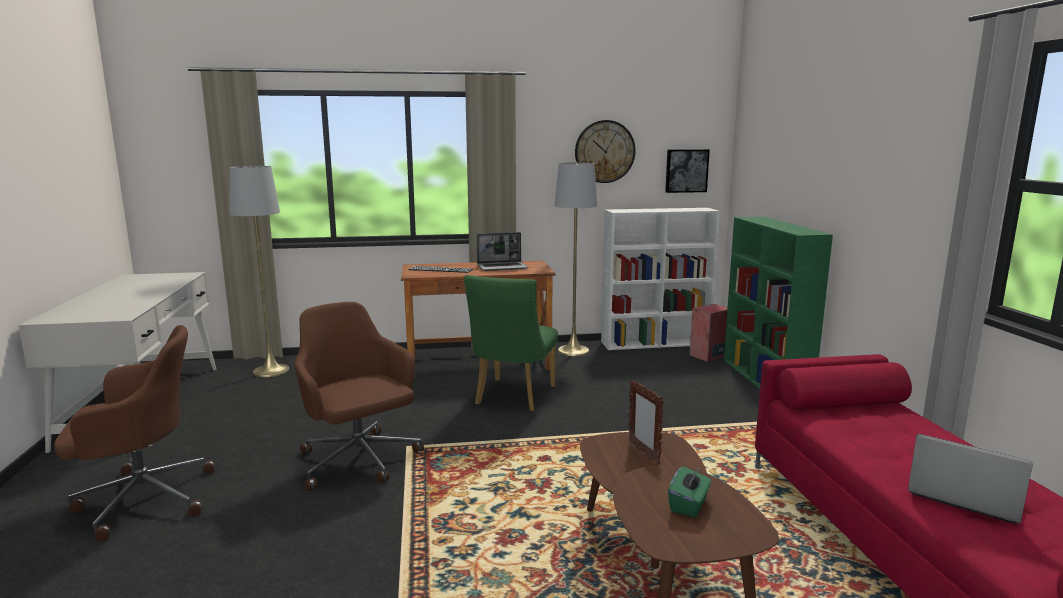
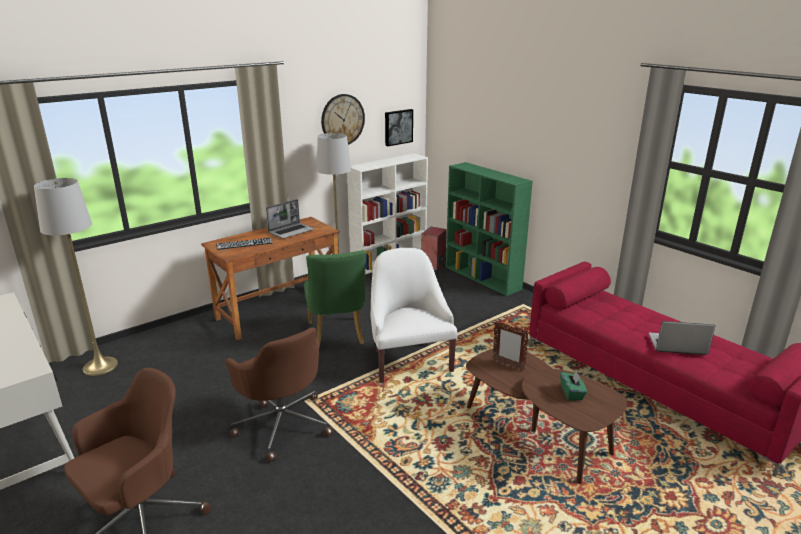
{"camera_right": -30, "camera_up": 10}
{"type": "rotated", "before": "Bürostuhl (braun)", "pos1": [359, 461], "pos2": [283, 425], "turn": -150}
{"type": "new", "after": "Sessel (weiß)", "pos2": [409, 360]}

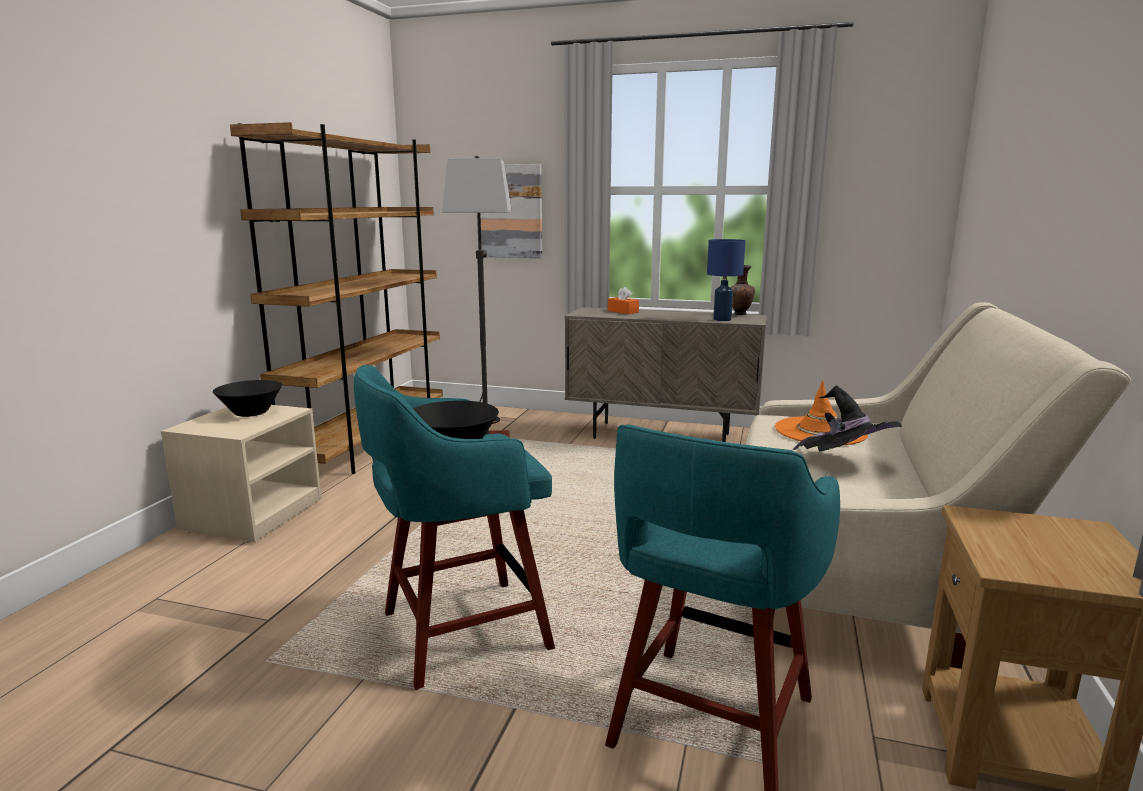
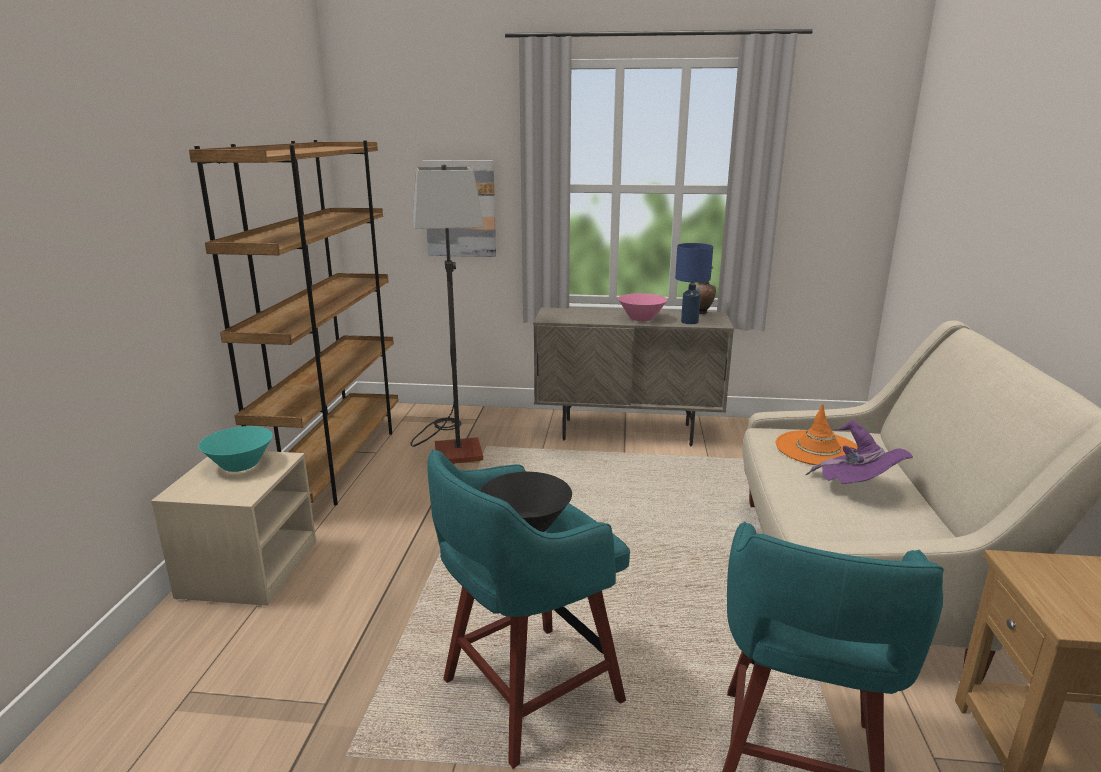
{"camera_right": -10, "camera_up": 5}
{"type": "repainted", "before": "Schüssel (schwarz)", "after": "Schüssel (türkis)", "pos1": [251, 413], "pos2": [240, 465]}
{"type": "gone", "before": "Taschentuchbox (orange)", "pos1": [623, 311]}
{"type": "repainted", "before": "Hut (schwarz)", "after": "Hut (lila)", "pos1": [845, 463], "pos2": [858, 489]}
{"type": "new", "after": "Schüssel (rosa)", "pos2": [641, 319]}

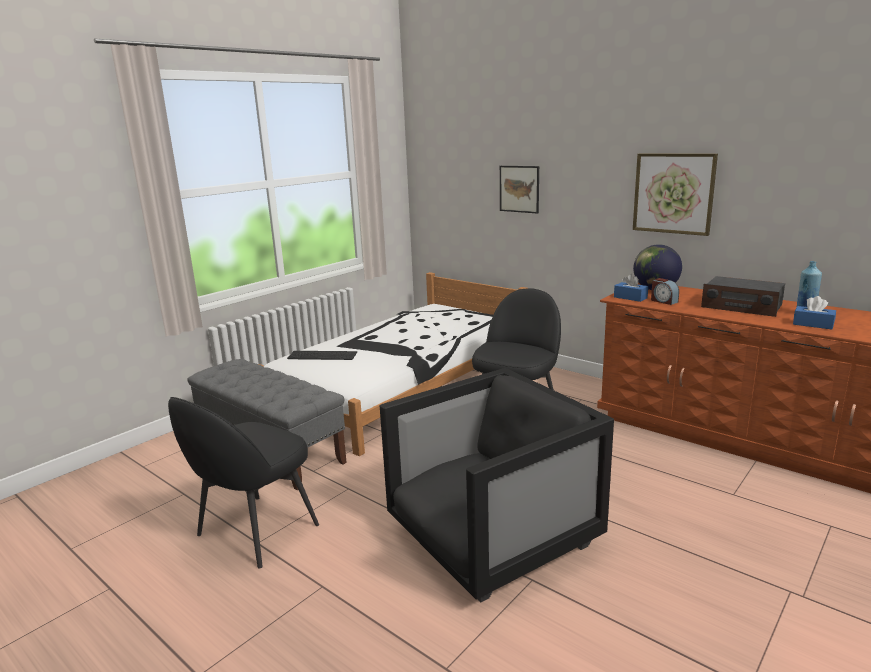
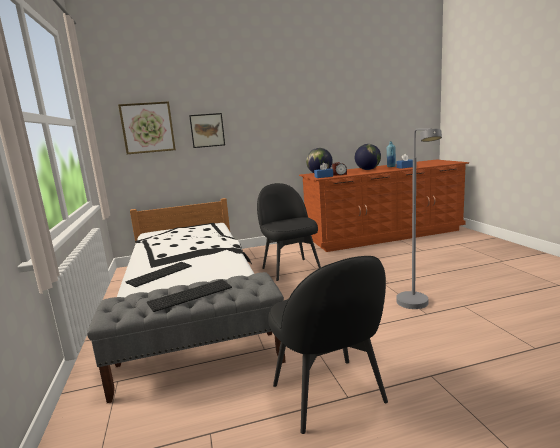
{"camera_right": -55, "camera_up": -5}
{"type": "swapped", "before": "Sessel (schwarz)", "after": "Stehlampe (grau)", "pos1": [492, 538], "pos2": [416, 306]}
{"type": "shifted", "before": "Bild", "pos1": [673, 193], "pos2": [147, 128]}
{"type": "swapped", "before": "Radio", "after": "Globus", "pos1": [742, 306], "pos2": [368, 169]}
{"type": "new", "after": "Tastatur", "pos2": [190, 294]}

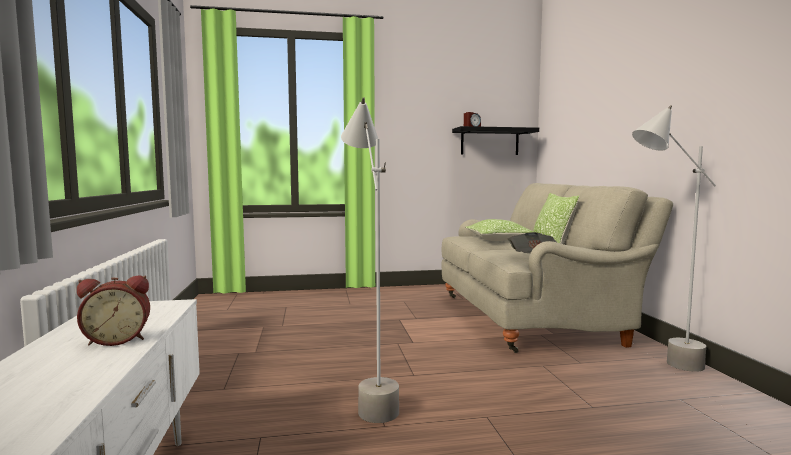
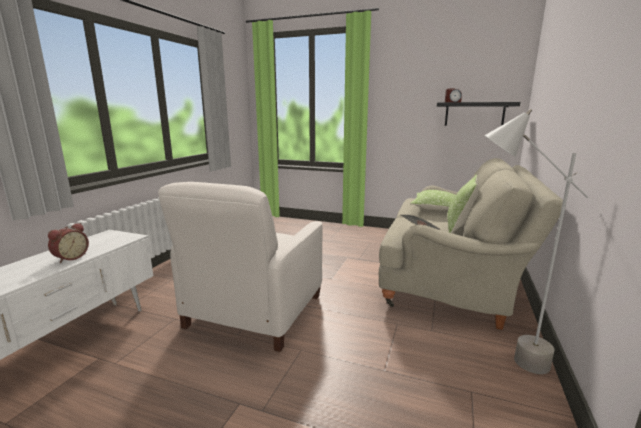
{"camera_right": 30, "camera_up": 10}
{"type": "rotated", "before": "Wecker", "pos1": [118, 340], "pos2": [70, 257], "turn": -75}
{"type": "swapped", "before": "Stehlampe (grau)", "after": "Sessel (weiß)", "pos1": [370, 397], "pos2": [254, 312]}

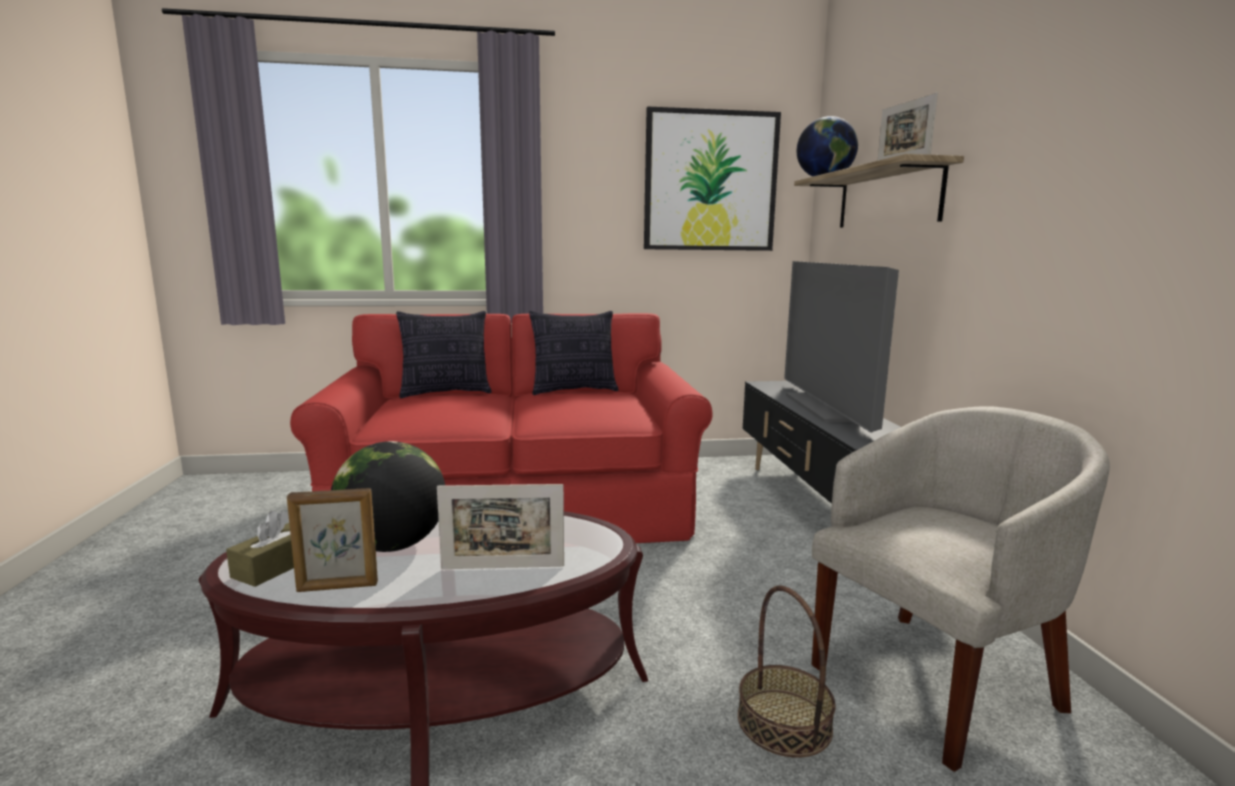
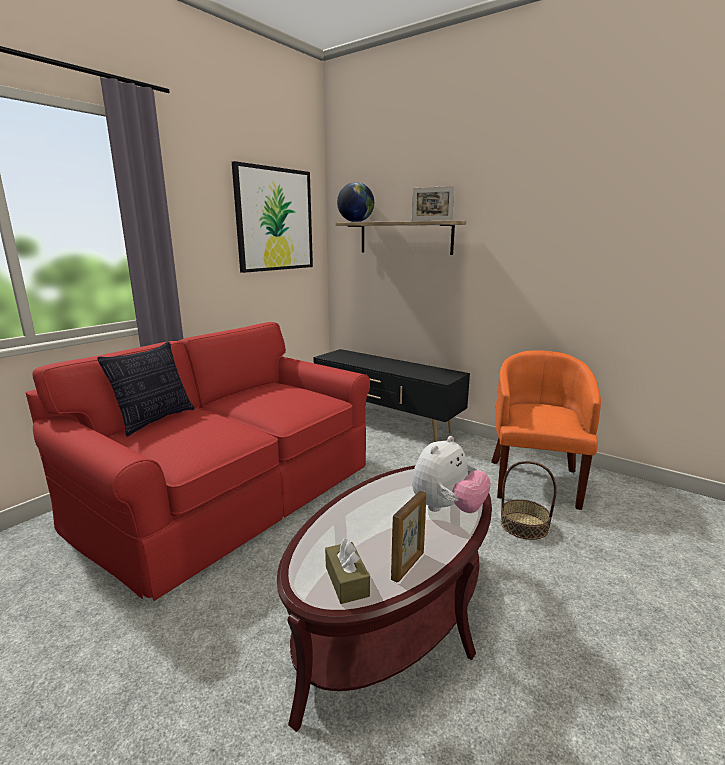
{"camera_right": -45, "camera_up": 5}
{"type": "gone", "before": "Globus", "pos1": [393, 546]}
{"type": "swapped", "before": "Bilderrahmen", "after": "Plüschtier", "pos1": [503, 567], "pos2": [447, 509]}
{"type": "gone", "before": "Kissen", "pos1": [574, 391]}
{"type": "gone", "before": "Fernseher", "pos1": [829, 408]}
{"type": "repainted", "before": "Sessel (beige)", "after": "Sessel (orange)", "pos1": [936, 681], "pos2": [535, 481]}

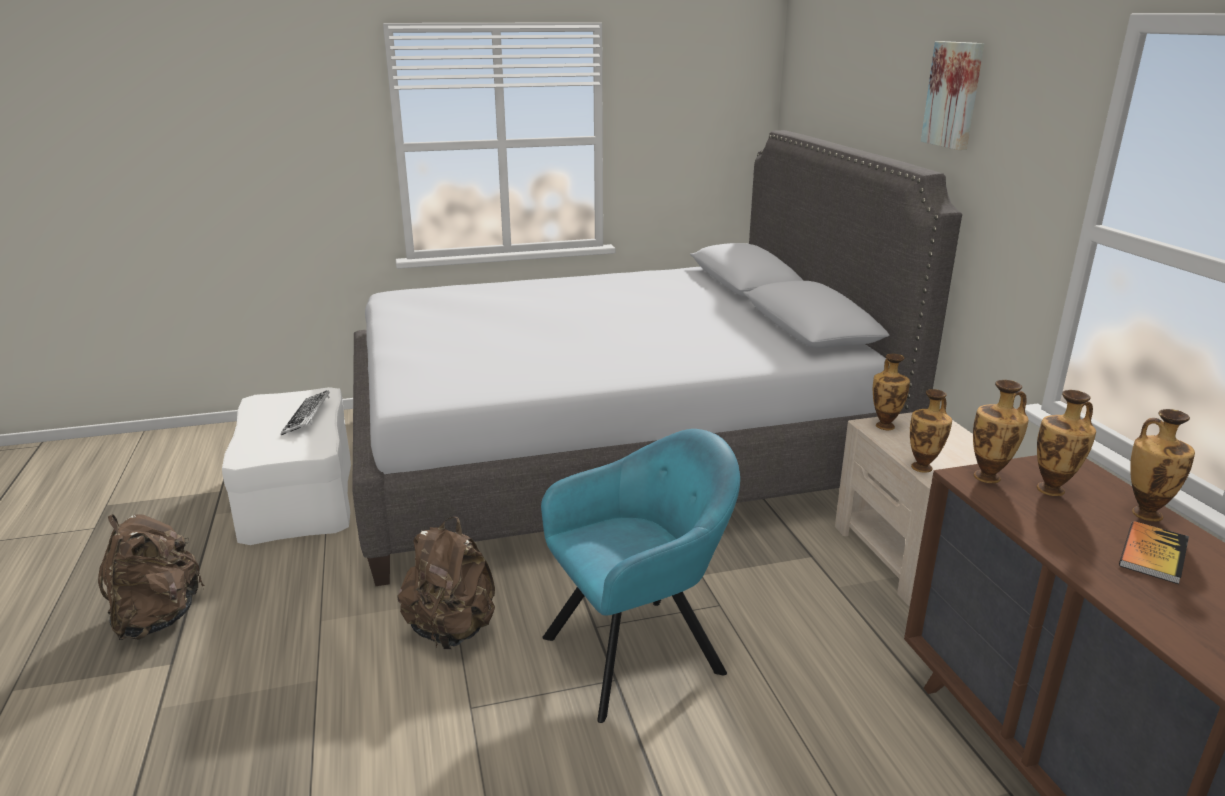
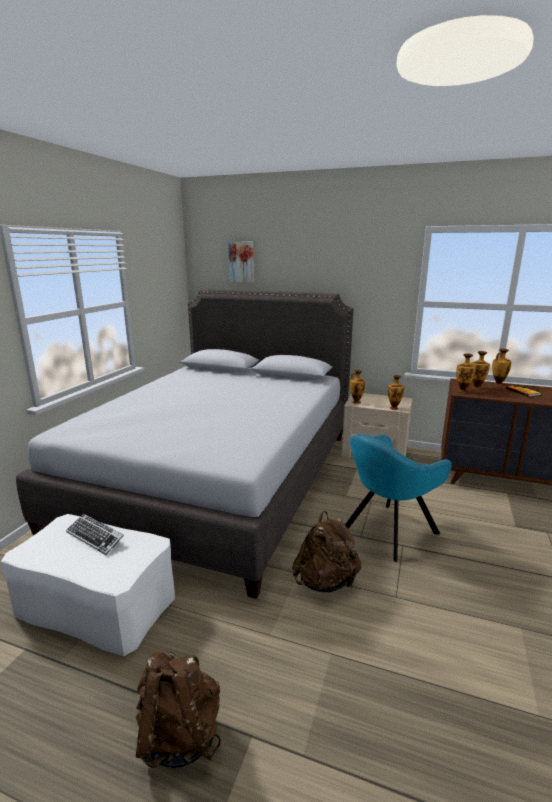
{"camera_right": -55, "camera_up": -5}
{"type": "rotated", "before": "Sessel (türkis)", "pos1": [639, 652], "pos2": [388, 531], "turn": -135}
{"type": "shifted", "before": "Bild", "pos1": [955, 95], "pos2": [241, 262]}

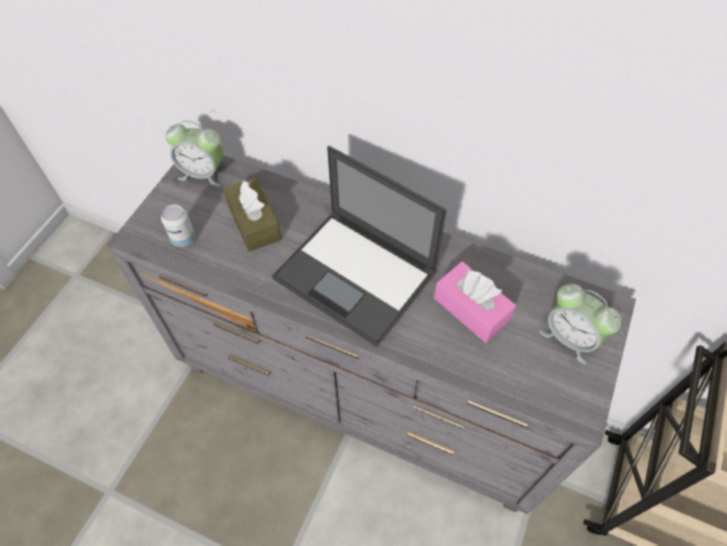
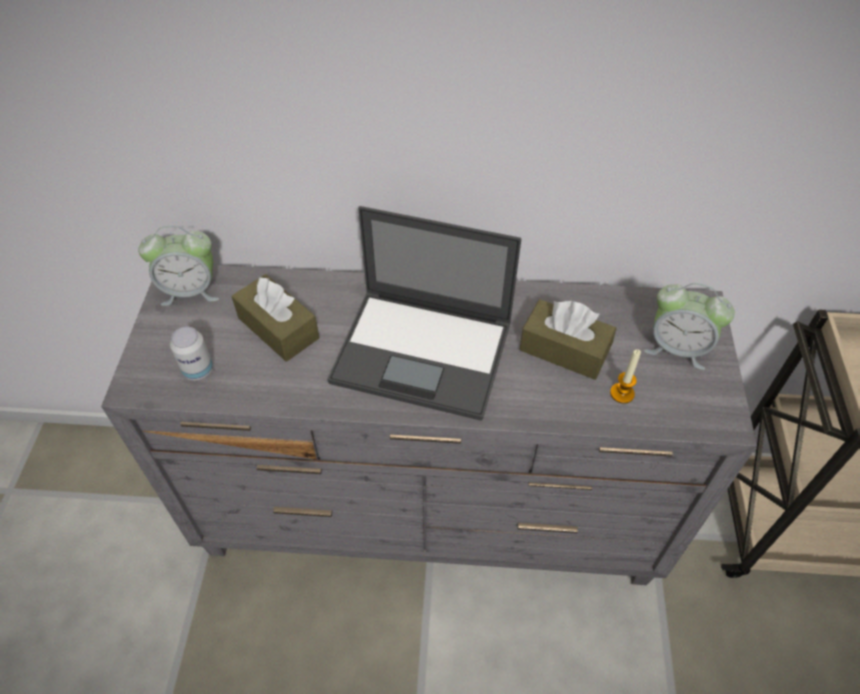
{"camera_right": -20, "camera_up": -5}
{"type": "repainted", "before": "Taschentuchbox (rosa)", "after": "Taschentuchbox (braun)", "pos1": [471, 309], "pos2": [564, 350]}
{"type": "new", "after": "Kerze", "pos2": [622, 393]}

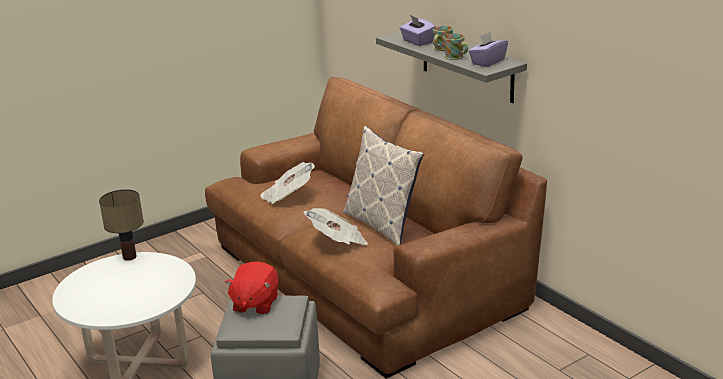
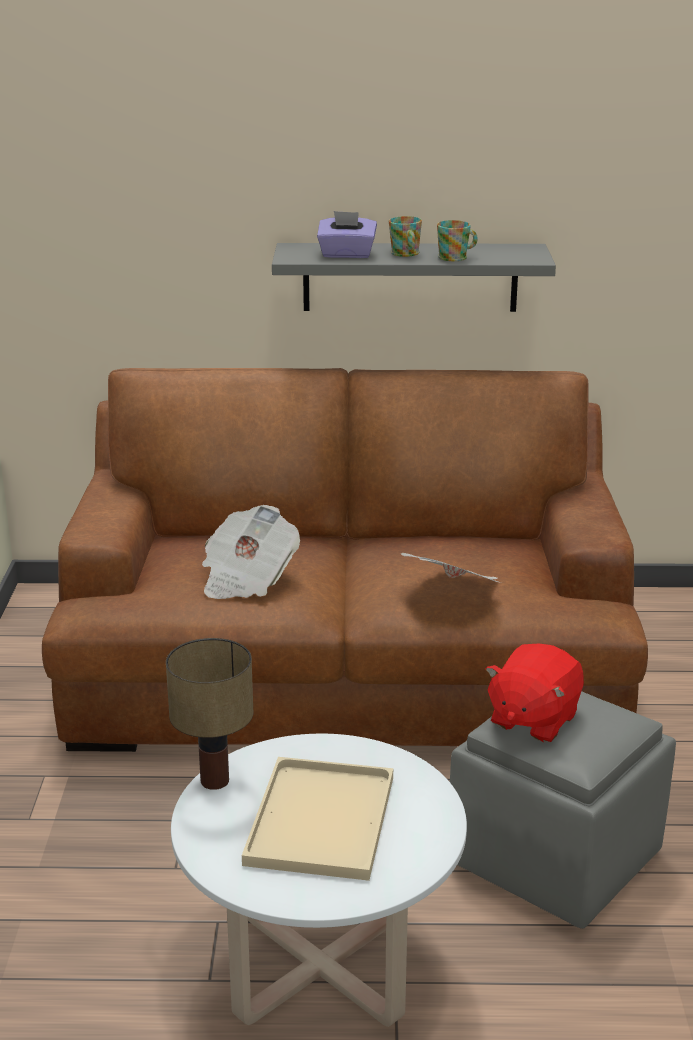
{"camera_right": -55, "camera_up": 0}
{"type": "rotated", "before": "Plüschtier (rot)", "pos1": [255, 304], "pos2": [532, 719], "turn": 75}
{"type": "gone", "before": "Kissen", "pos1": [382, 224]}
{"type": "gone", "before": "Taschentuchbox (lila)", "pos1": [487, 62]}
{"type": "new", "after": "Tablett (beige)", "pos2": [319, 817]}

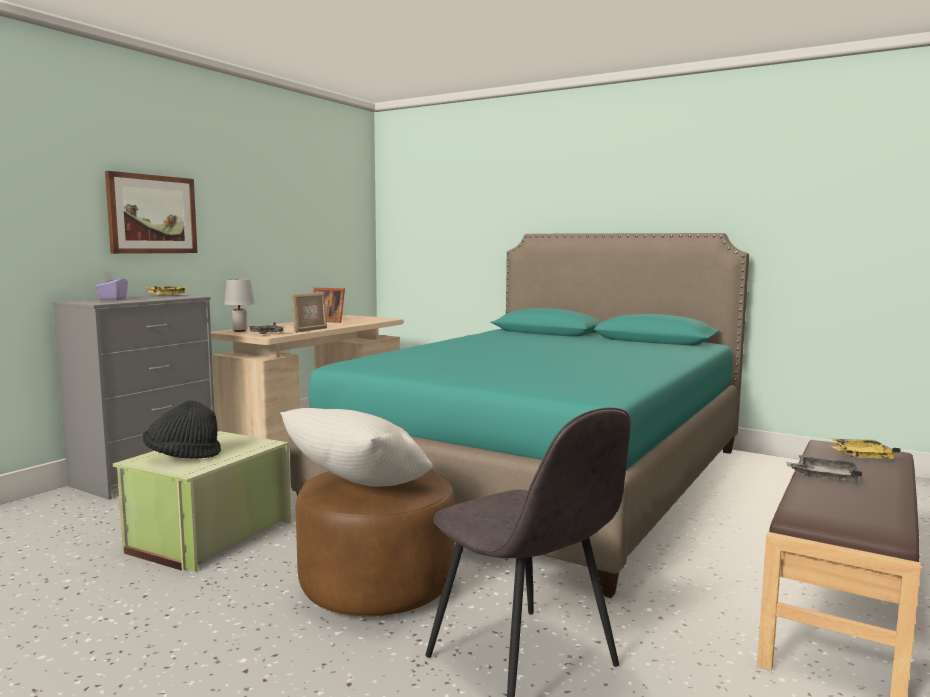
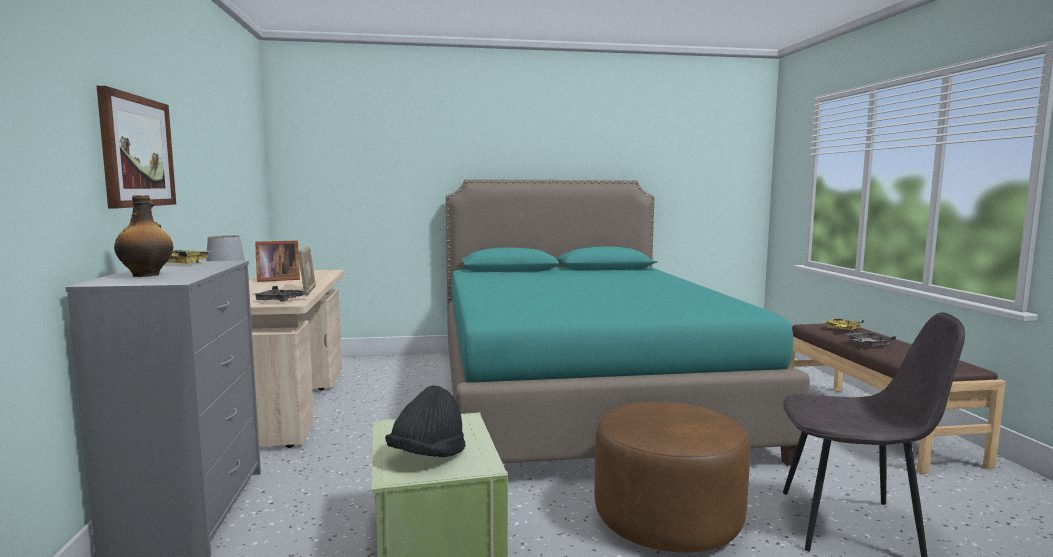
{"camera_right": -40, "camera_up": 0}
{"type": "swapped", "before": "Taschentuchbox (lila)", "after": "Flasche", "pos1": [112, 299], "pos2": [147, 275]}
{"type": "gone", "before": "Kissen (weiß)", "pos1": [359, 489]}

